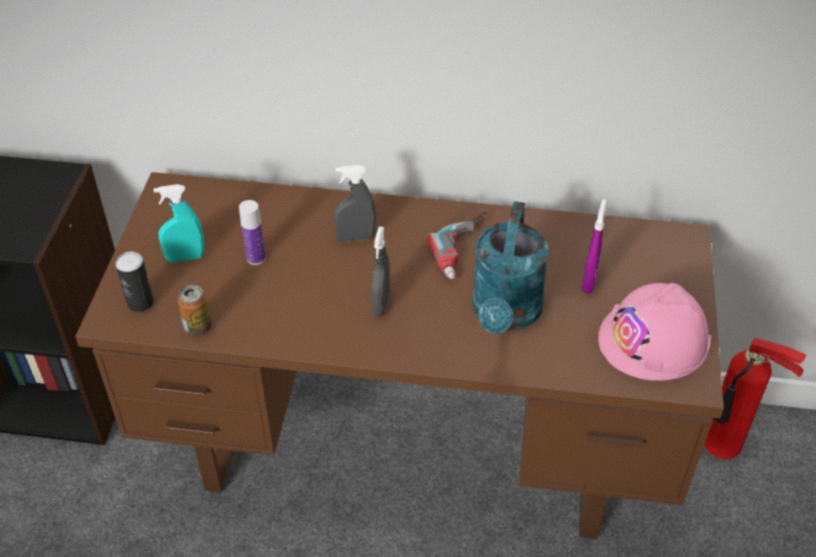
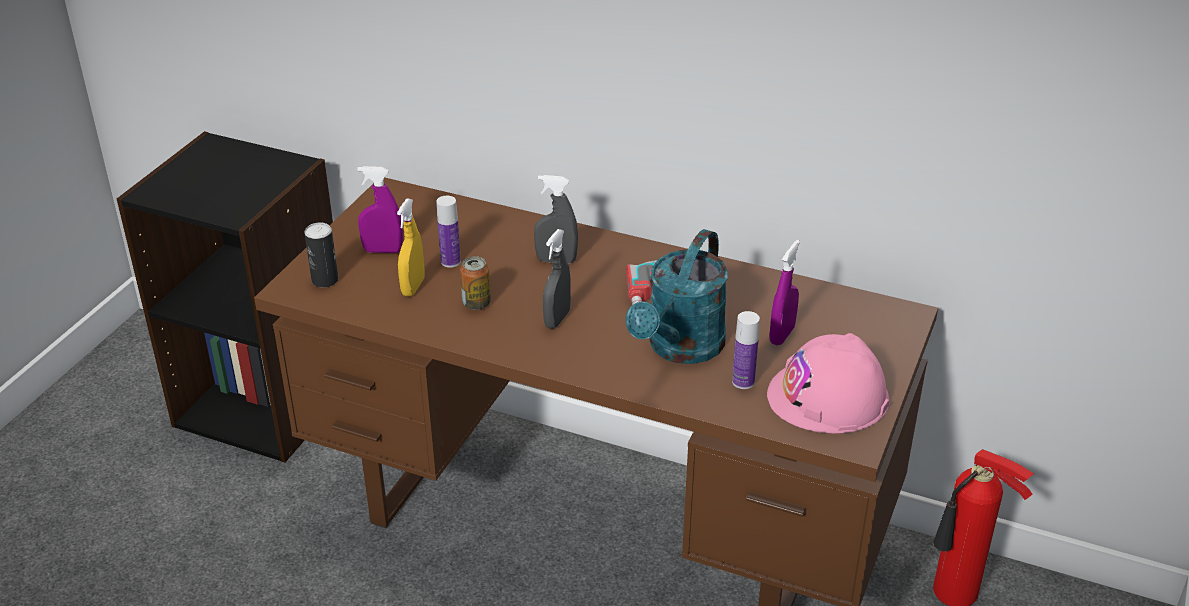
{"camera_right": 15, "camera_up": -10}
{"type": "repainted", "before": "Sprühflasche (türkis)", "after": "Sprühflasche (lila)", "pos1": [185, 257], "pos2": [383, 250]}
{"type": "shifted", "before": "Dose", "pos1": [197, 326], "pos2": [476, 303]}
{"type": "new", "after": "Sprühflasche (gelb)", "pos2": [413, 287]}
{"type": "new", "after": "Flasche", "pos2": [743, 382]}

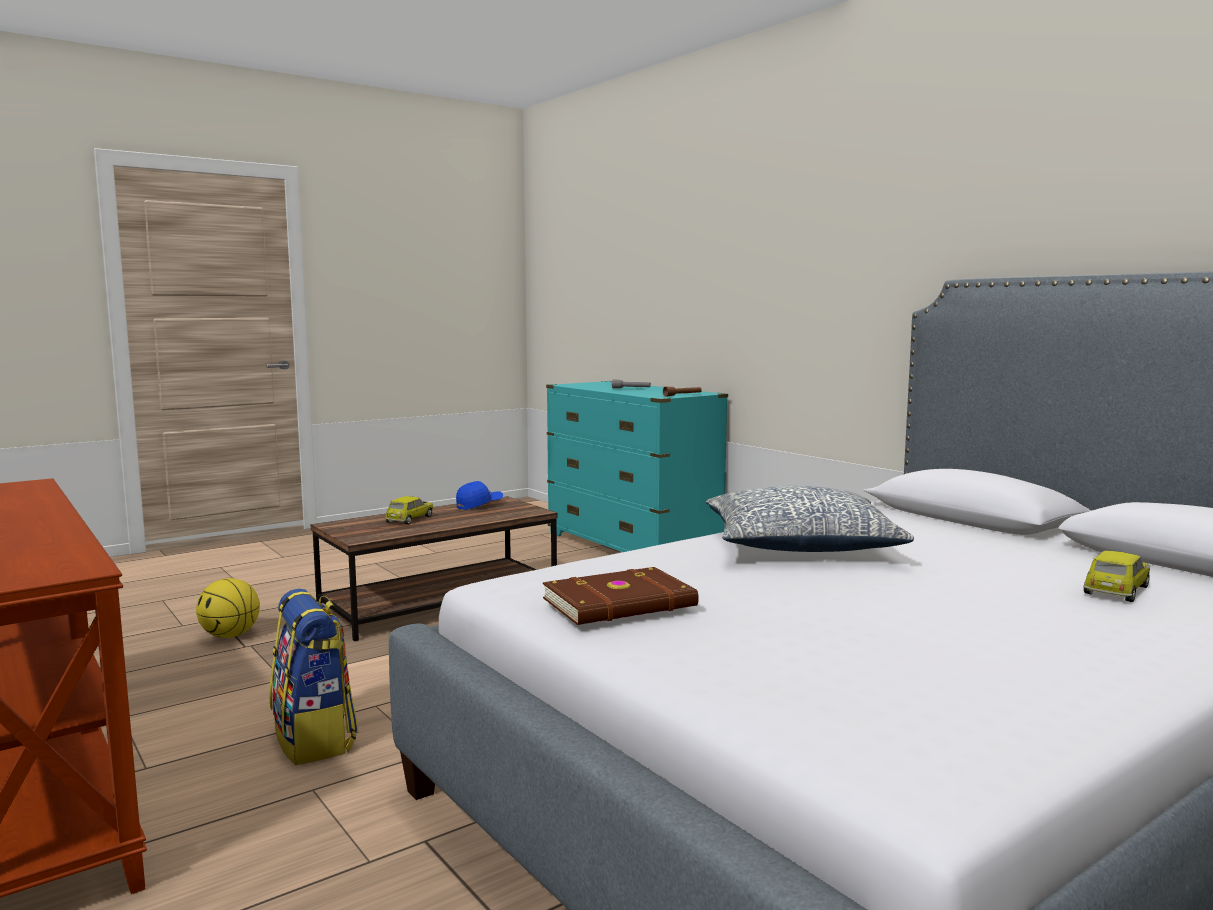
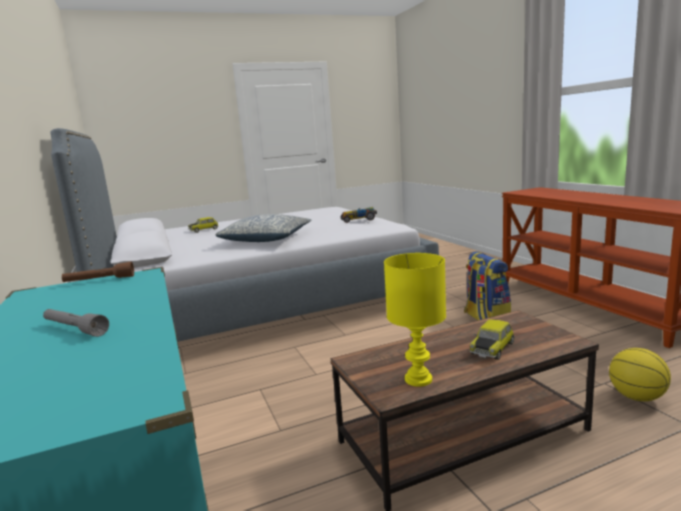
{"camera_right": -165, "camera_up": 5}
{"type": "swapped", "before": "Kappe (blau)", "after": "Tischlampe (gelb)", "pos1": [479, 505], "pos2": [419, 379]}
{"type": "swapped", "before": "Buch (braun)", "after": "Spielzeugauto", "pos1": [621, 603], "pos2": [359, 220]}

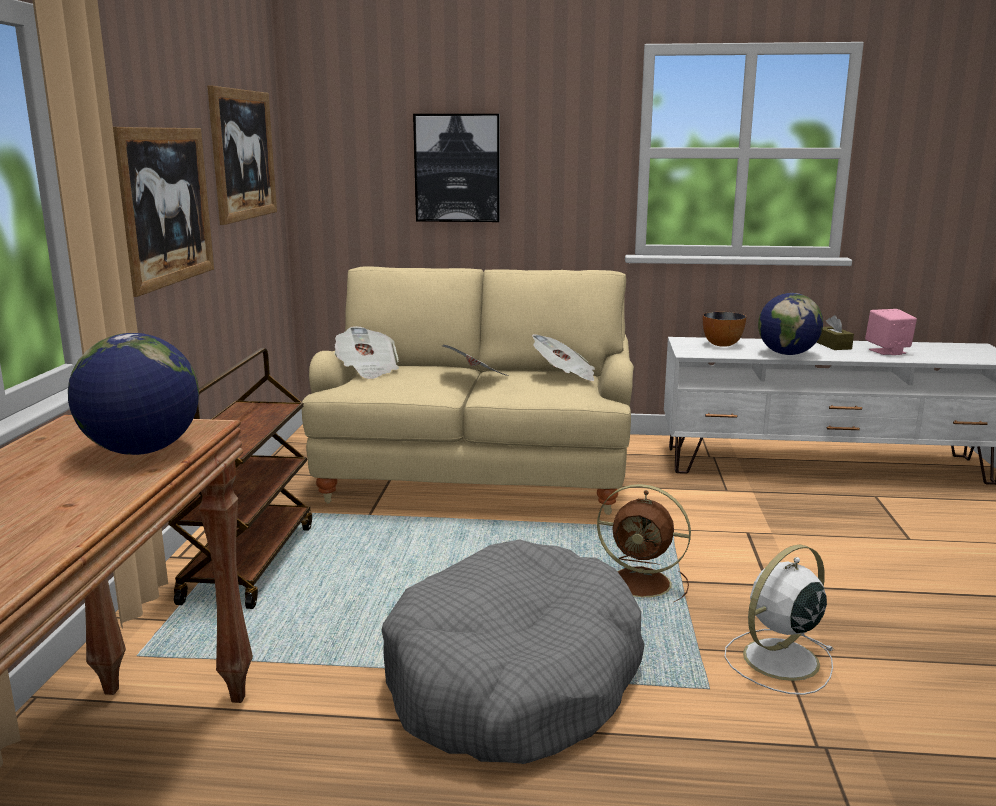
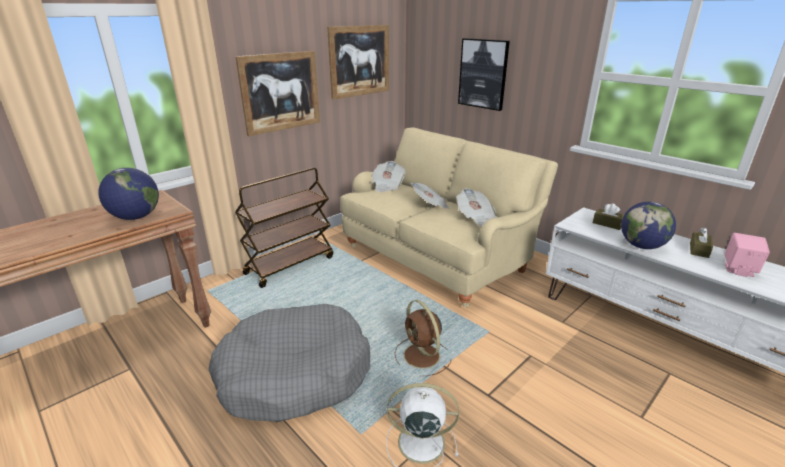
{"camera_right": 40, "camera_up": 10}
{"type": "swapped", "before": "Schüssel", "after": "Taschentuchbox (braun)", "pos1": [721, 344], "pos2": [607, 224]}

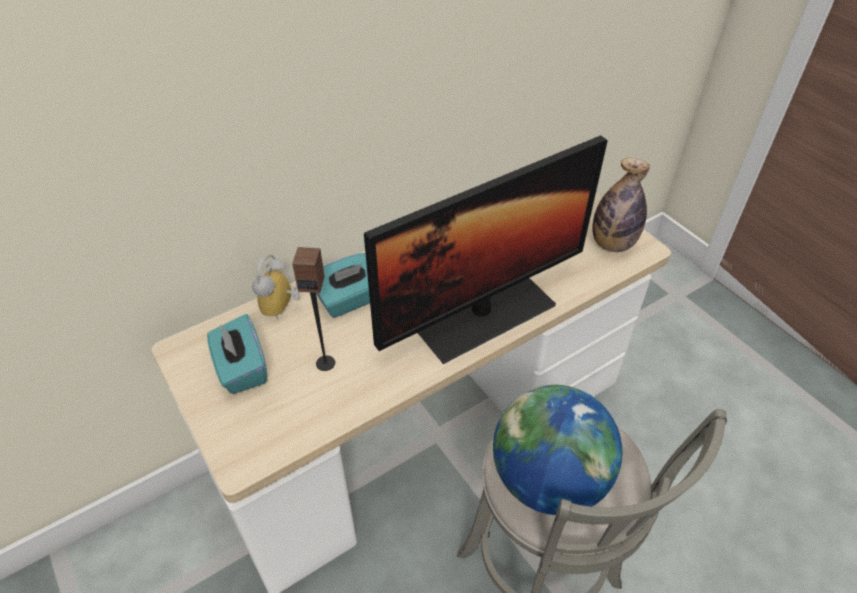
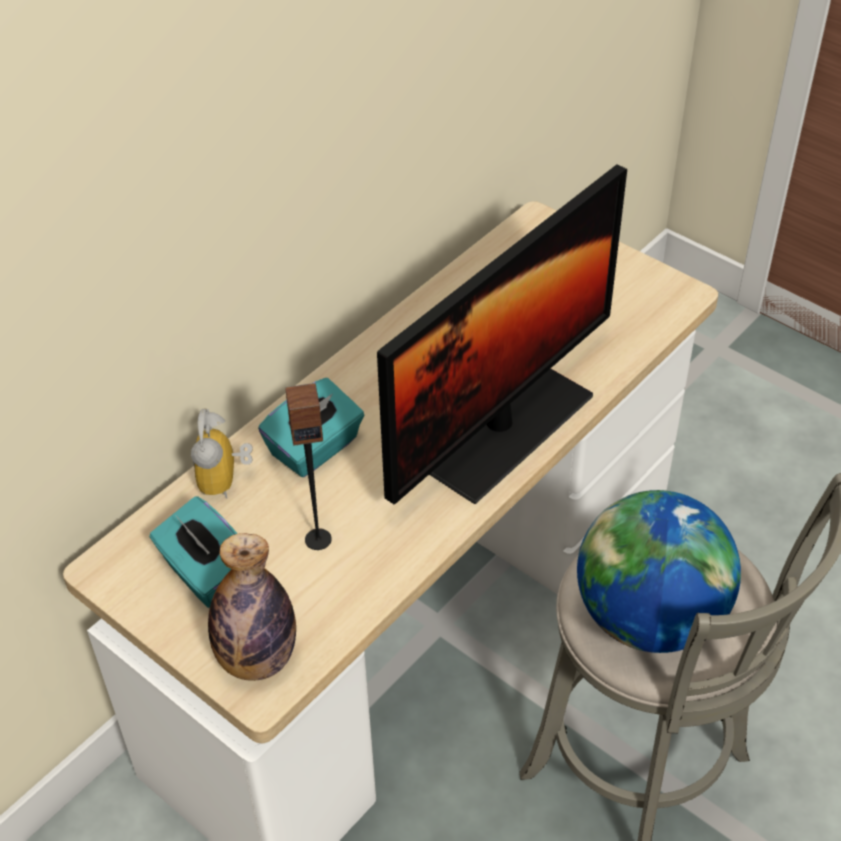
{"camera_right": -15, "camera_up": 0}
{"type": "shifted", "before": "Flasche", "pos1": [612, 244], "pos2": [257, 659]}

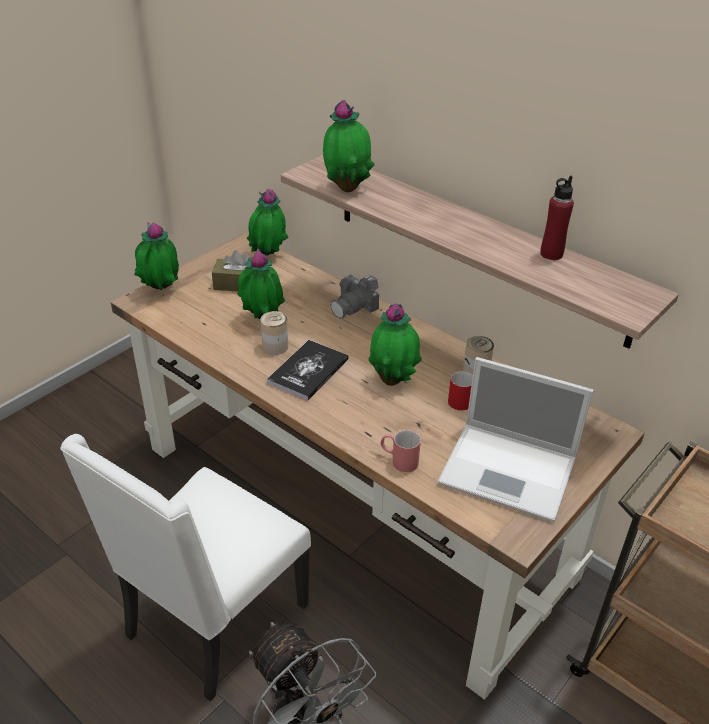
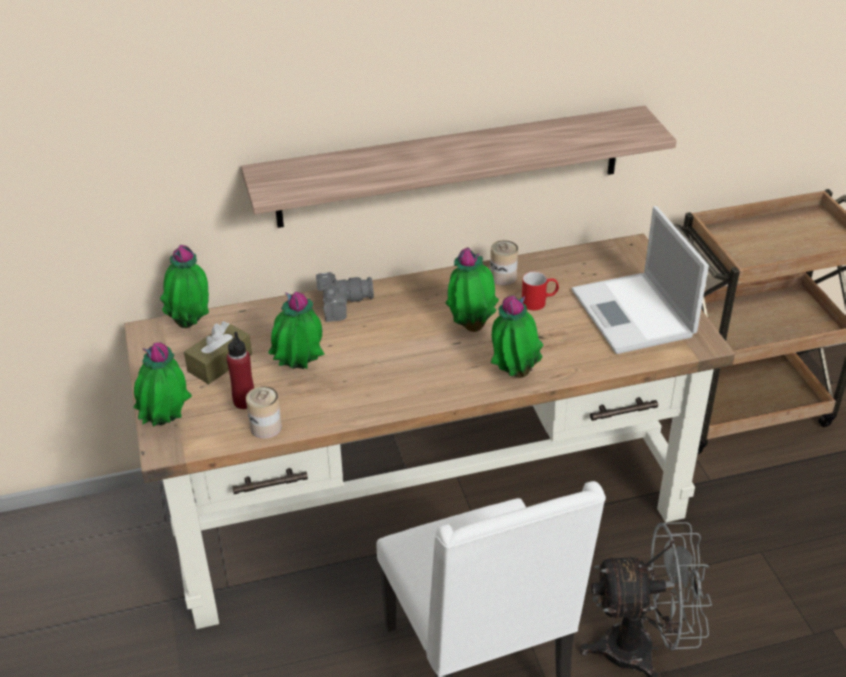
{"camera_right": -55, "camera_up": 0}
{"type": "shifted", "before": "Dose", "pos1": [275, 346], "pos2": [266, 427]}
{"type": "gone", "before": "Buch", "pos1": [308, 371]}
{"type": "shifted", "before": "Topfpflanze", "pos1": [347, 188], "pos2": [513, 373]}
{"type": "rotated", "before": "Kamera", "pos1": [355, 307], "pos2": [342, 303], "turn": -90}
{"type": "gone", "before": "Henkelbecher (rot)", "pos1": [398, 460]}
{"type": "rotated", "before": "Laptop", "pos1": [510, 471], "pos2": [634, 314], "turn": 105}
{"type": "shifted", "before": "Flasche (rot)", "pos1": [551, 254], "pos2": [244, 401]}

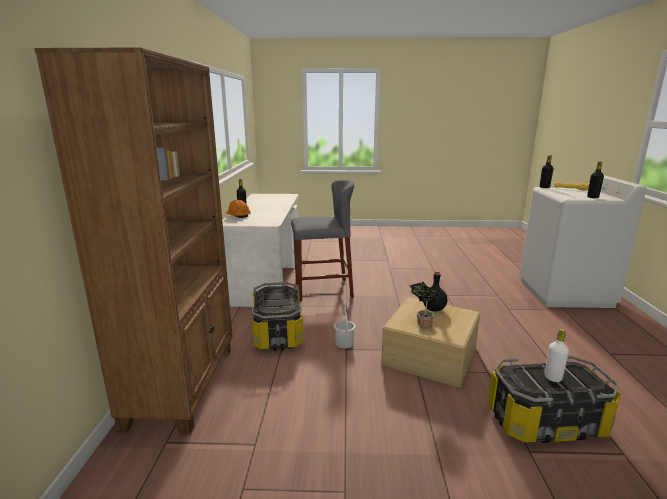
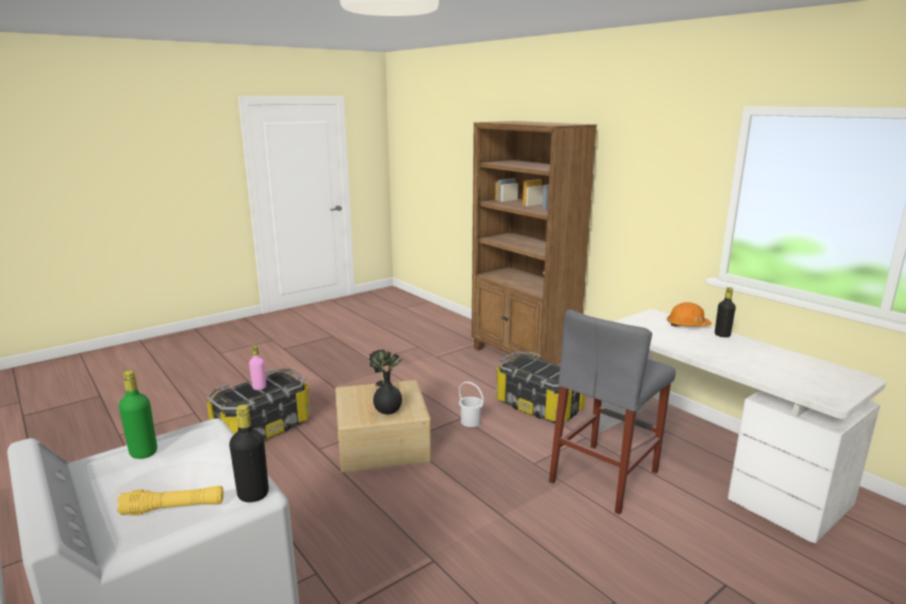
{"camera_right": 140, "camera_up": 0}
{"type": "repainted", "before": "Flasche (weiß)", "after": "Flasche (rosa)", "pos1": [553, 378], "pos2": [259, 388]}
{"type": "repainted", "before": "Flasche (schwarz)", "after": "Flasche (grün)", "pos1": [592, 197], "pos2": [143, 453]}

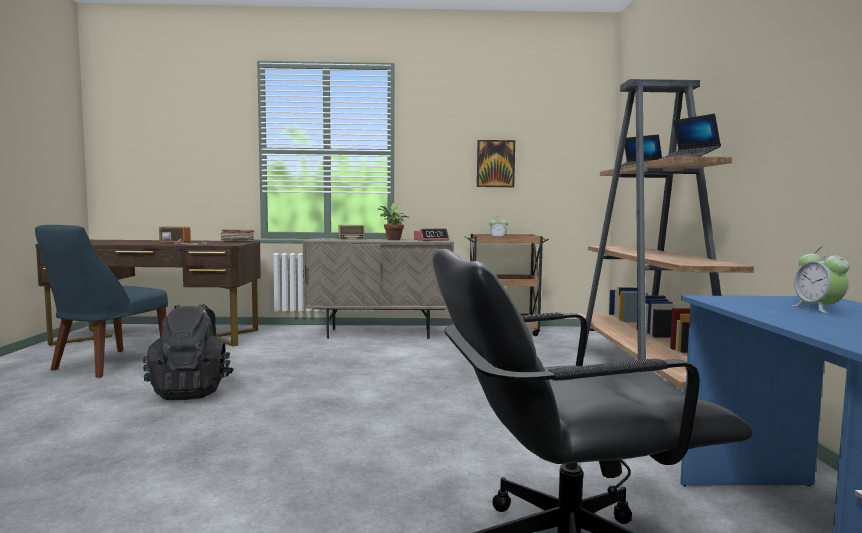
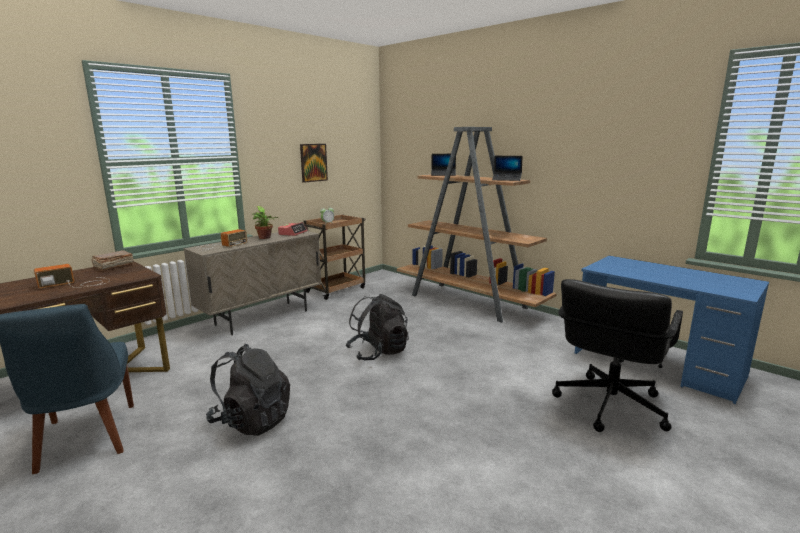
{"camera_right": -45, "camera_up": 10}
{"type": "gone", "before": "Wecker", "pos1": [818, 309]}
{"type": "new", "after": "Rucksack (schwarz)", "pos2": [378, 352]}

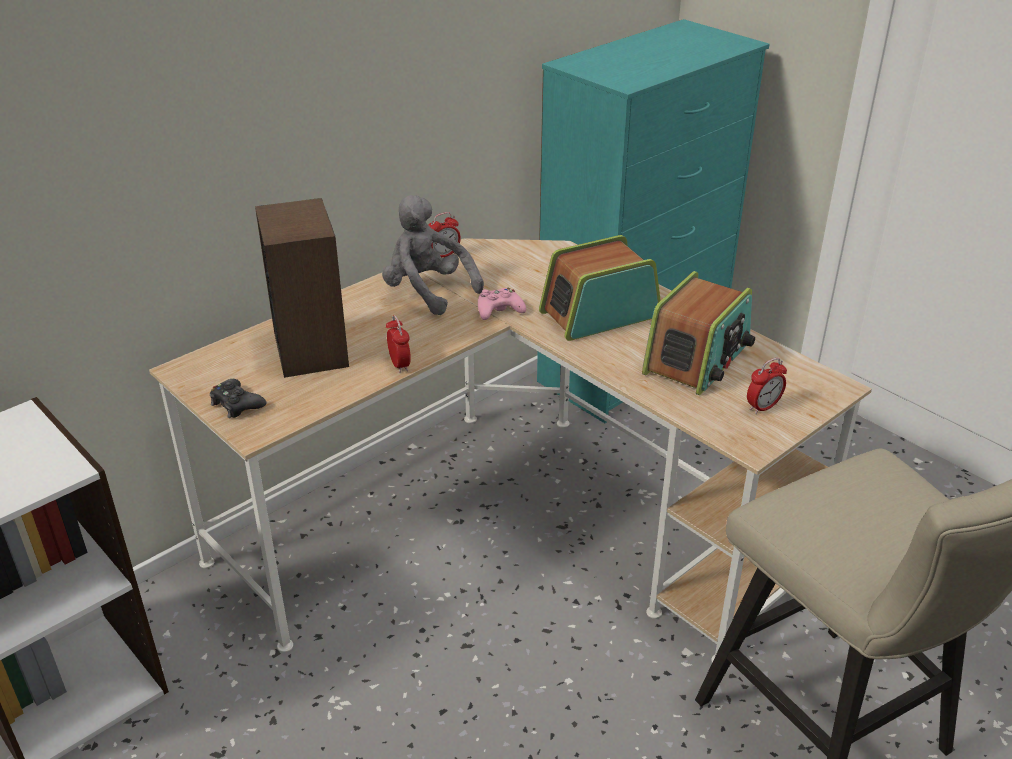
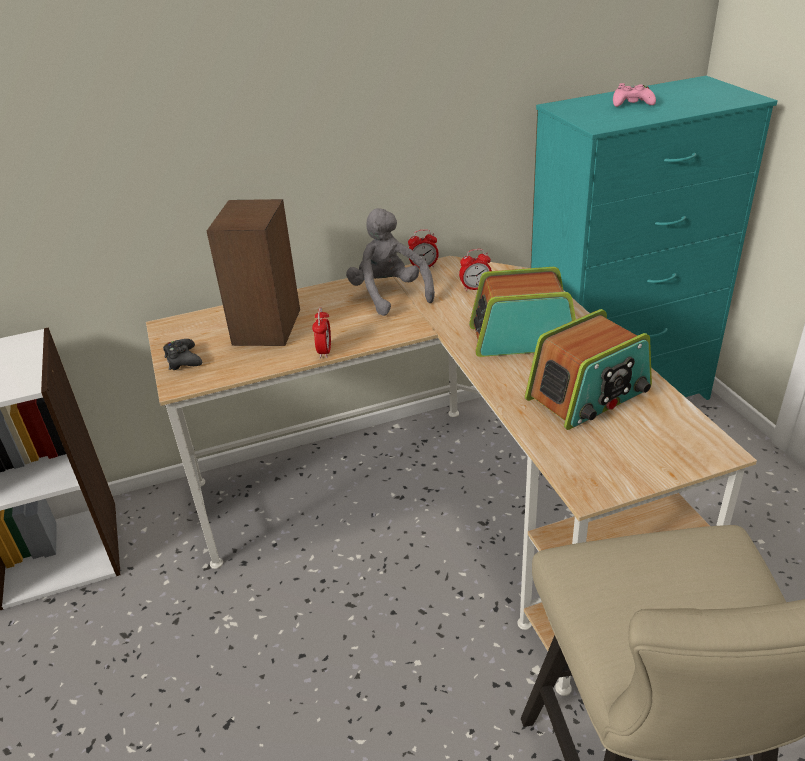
{"camera_right": 25, "camera_up": 0}
{"type": "shifted", "before": "Gamepad (rosa)", "pos1": [499, 310], "pos2": [632, 103]}
{"type": "shifted", "before": "Wecker", "pos1": [763, 407], "pos2": [475, 288]}

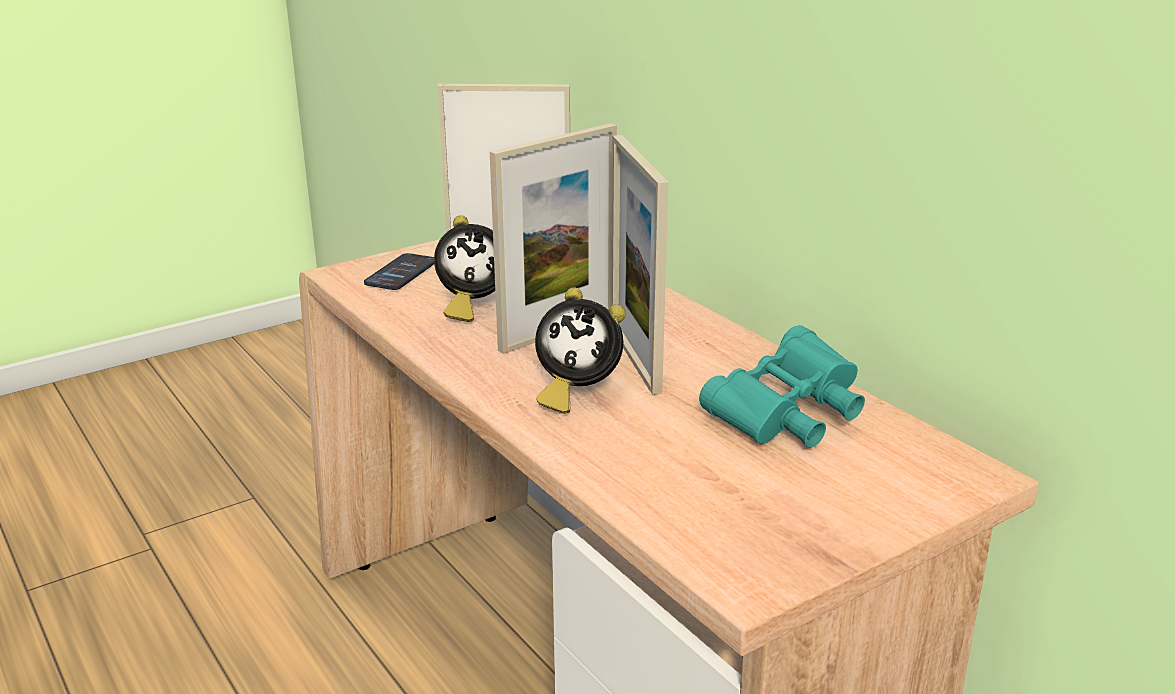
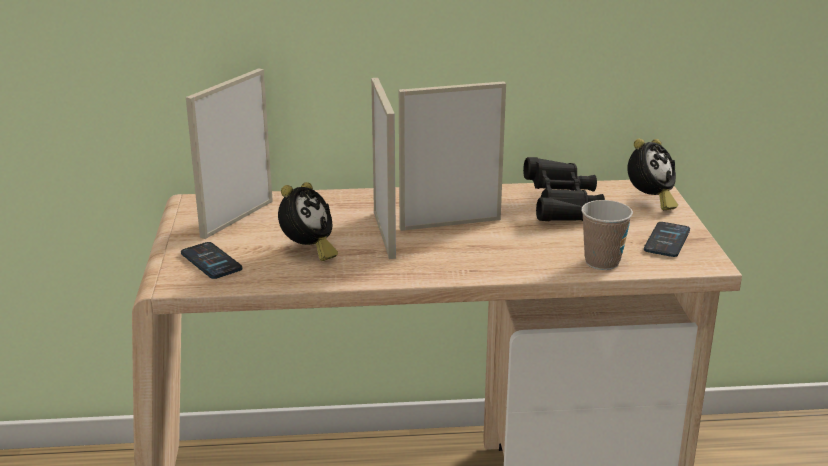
{"camera_right": -60, "camera_up": 0}
{"type": "shifted", "before": "Wecker", "pos1": [576, 393], "pos2": [650, 201]}
{"type": "rotated", "before": "Bilderrahmen", "pos1": [635, 359], "pos2": [450, 223], "turn": 150}
{"type": "repainted", "before": "Fernglas (türkis)", "after": "Fernglas (schwarz)", "pos1": [787, 418], "pos2": [562, 207]}
{"type": "new", "after": "Tasse", "pos2": [602, 262]}
{"type": "new", "after": "Handy", "pos2": [667, 240]}

